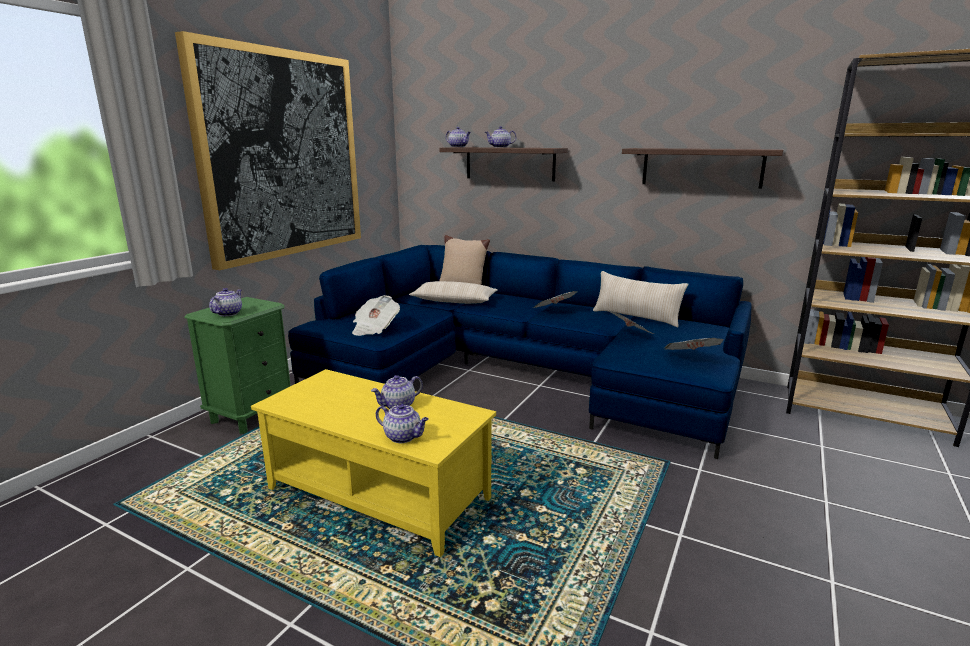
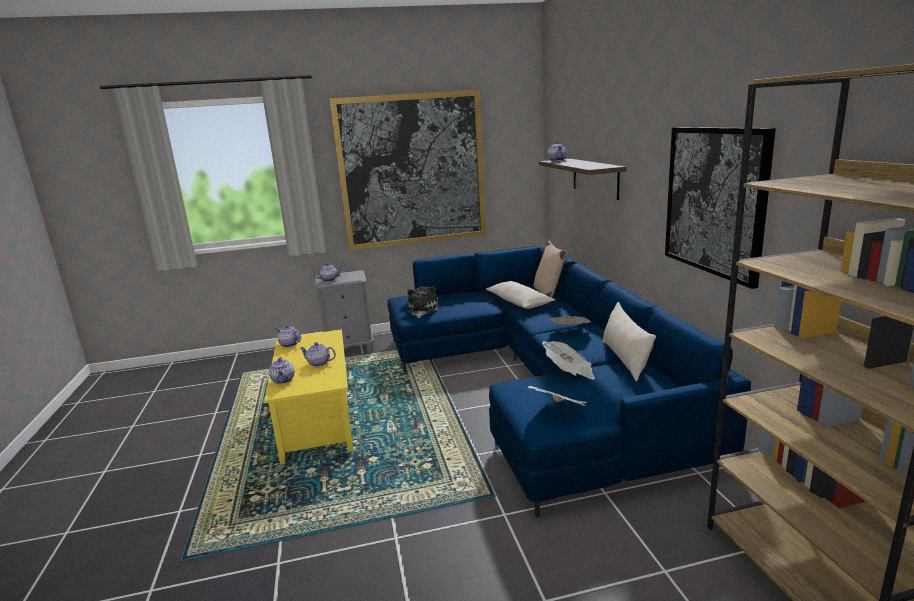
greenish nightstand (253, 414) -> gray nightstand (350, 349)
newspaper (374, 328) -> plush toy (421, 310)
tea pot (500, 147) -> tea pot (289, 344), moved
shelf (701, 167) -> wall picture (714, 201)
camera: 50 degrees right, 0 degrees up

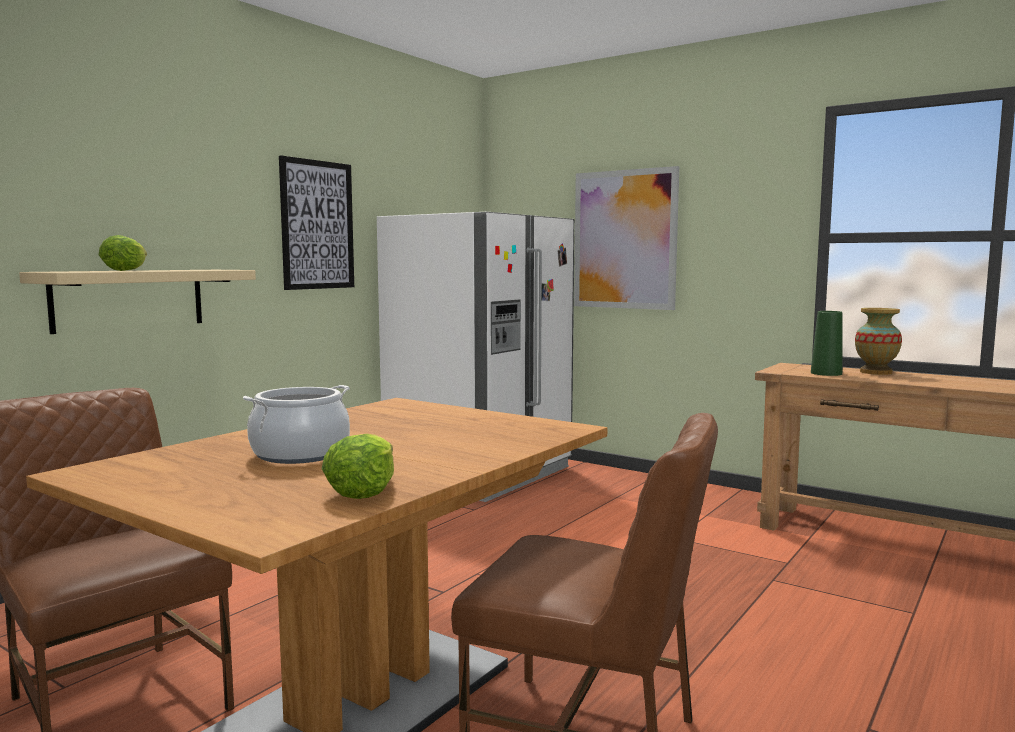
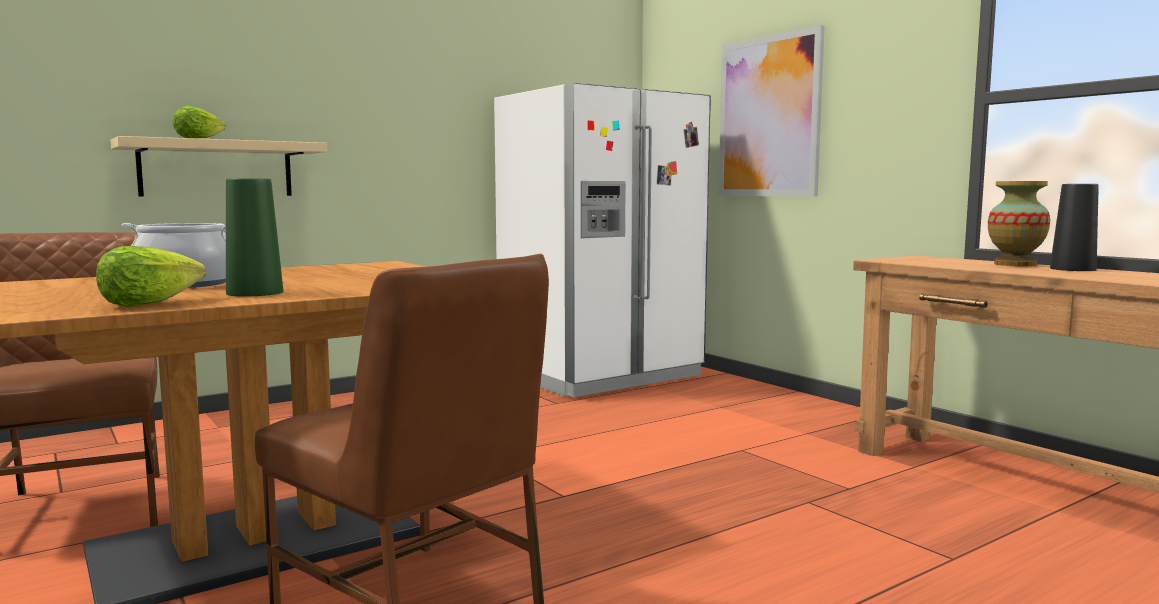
wall picture (317, 225) -> none
greenish vase (826, 373) -> greenish vase (255, 293), moved
none -> black-coloured vase (1072, 269)
camera: 20 degrees right, 0 degrees up

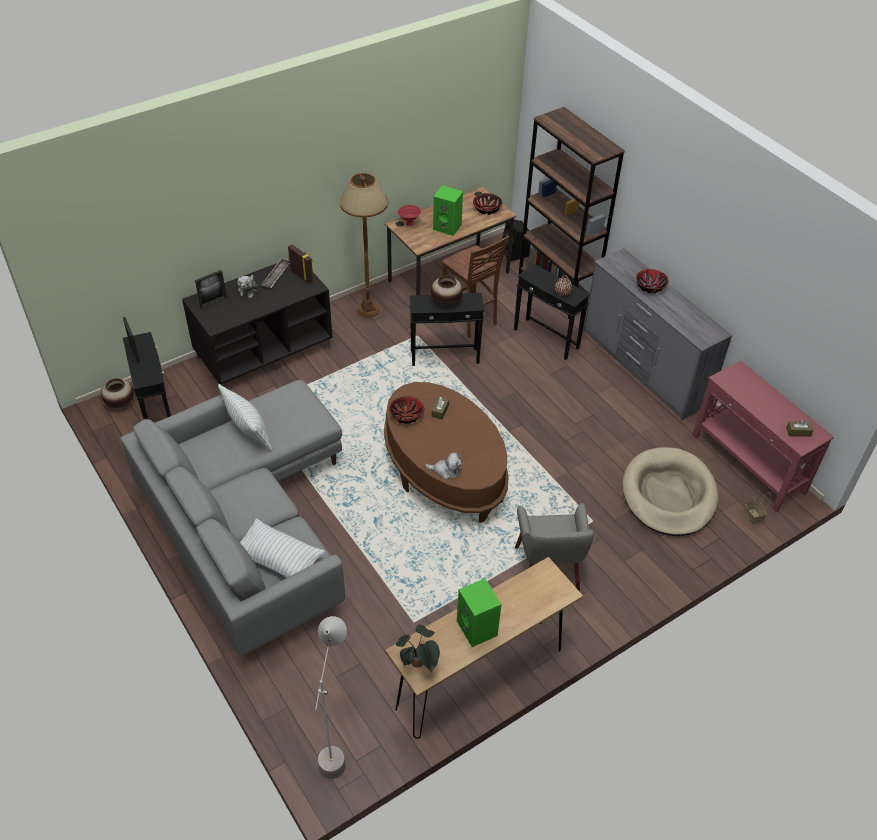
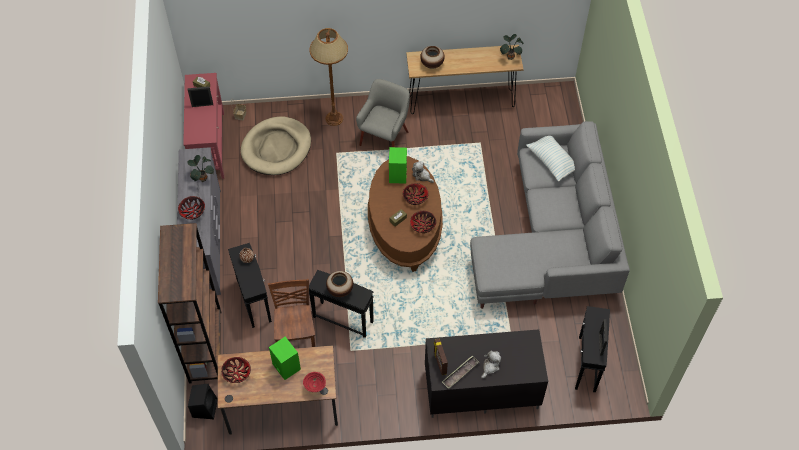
vase (120, 403) -> vase (432, 64), moved
standing frame (213, 303) -> standing frame (202, 105), moved
pillow (248, 430) -> none
gray floor lamp (336, 745) -> none
brown-coloured floor lamp (367, 310) -> brown-coloured floor lamp (334, 119), moved
greenish audio speaker (478, 629) -> greenish audio speaker (397, 174), moved
none -> houseplant (202, 178)
none -> serving bowl (415, 197)
camera: 150 degrees left, 10 degrees up

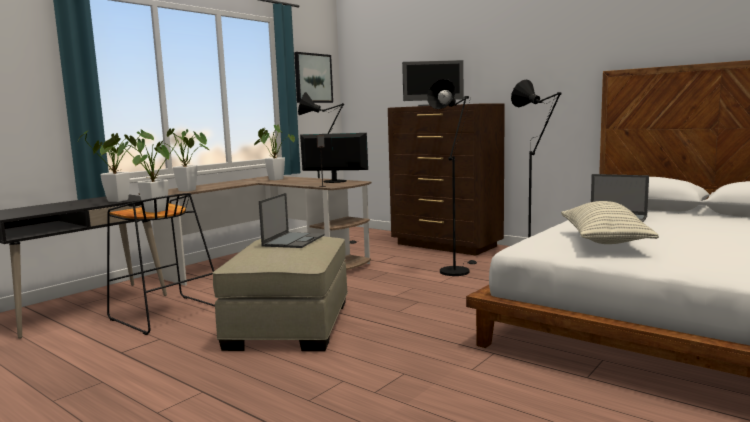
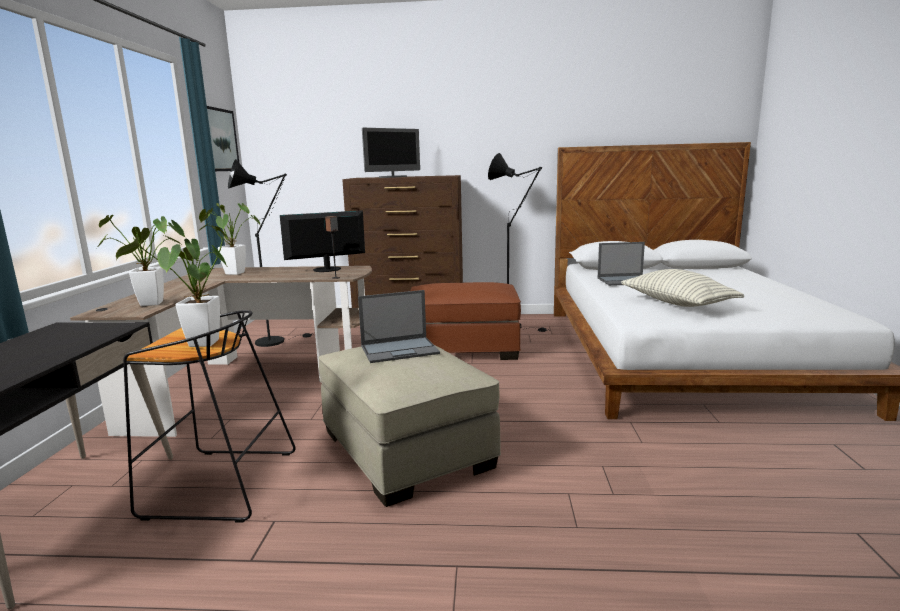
houseplant (121, 200) -> none
notebook computer (294, 240) -> notebook computer (400, 350), 90 degrees clockwise
black-coloured floor lamp (456, 270) -> brown-coloured pouffe (464, 347)
camera: 35 degrees left, 5 degrees up

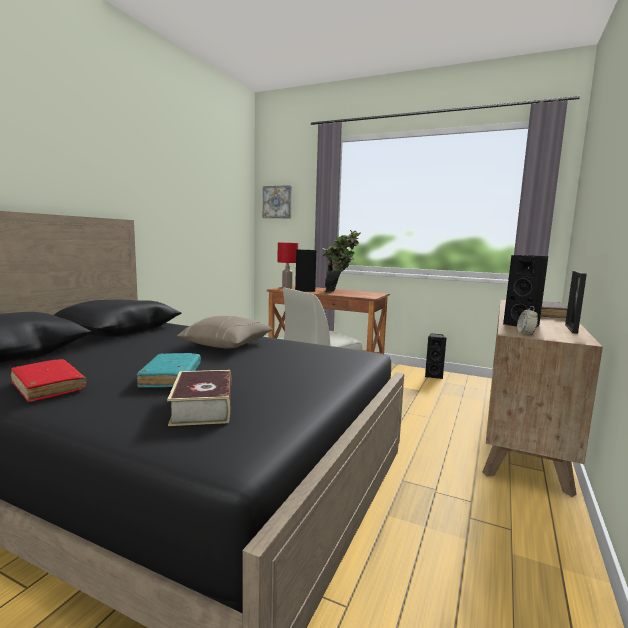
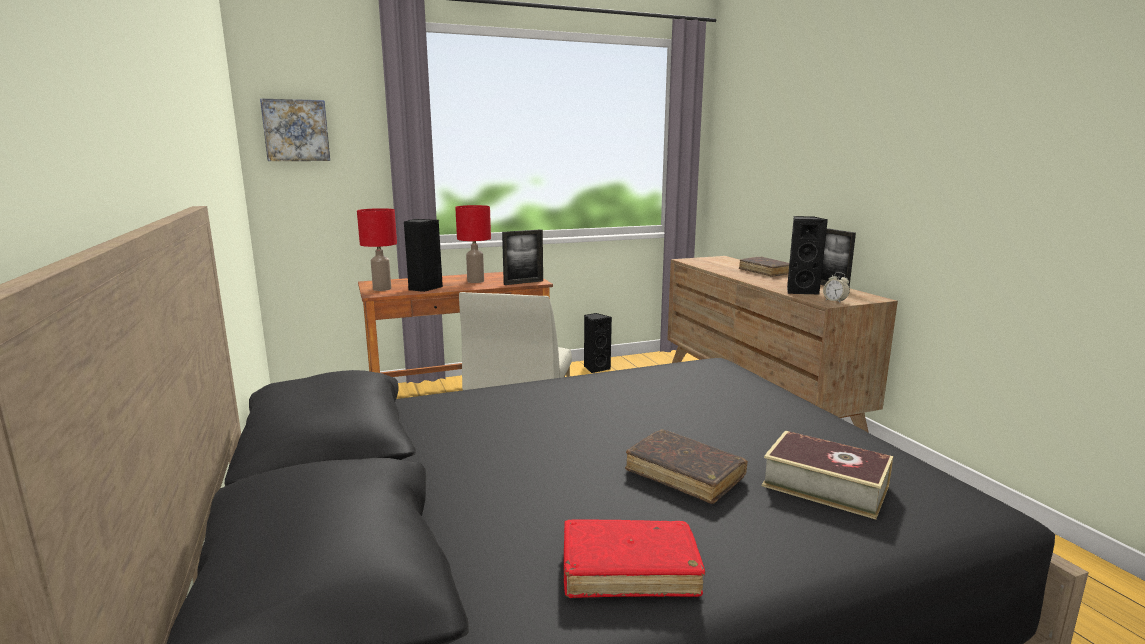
turquoise-coloured volume (171, 377) -> brown-coloured volume (684, 475)
beige-coloured pillow (227, 345) -> none
houseplant (339, 292) -> red-coloured tabletop lamp (476, 281)
none -> standing frame (523, 282)
camera: 45 degrees left, 5 degrees up

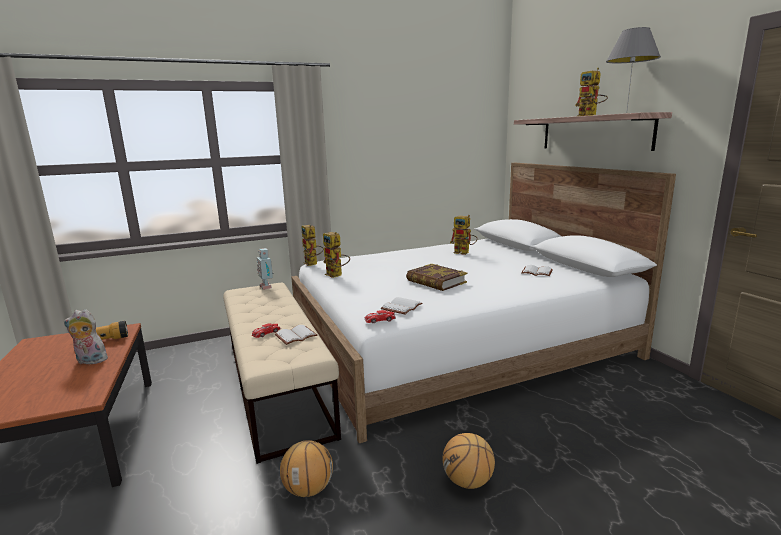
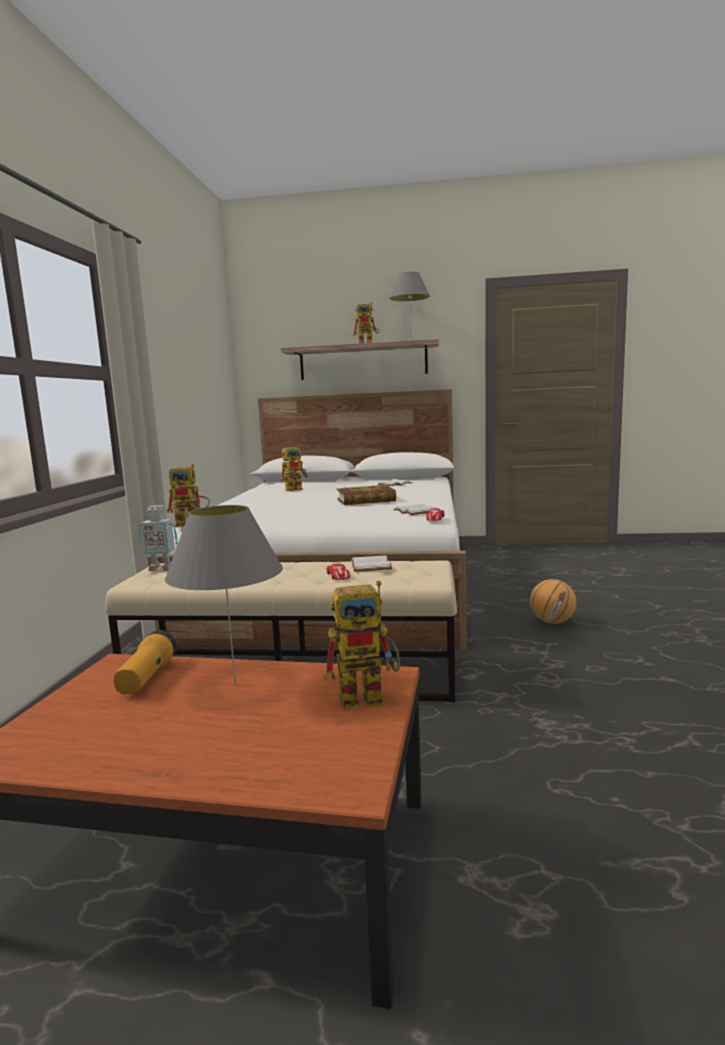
plush toy (90, 361) -> gray tabletop lamp (234, 683)
basketball ball (308, 489) -> none
toy robot (337, 275) -> toy robot (370, 696), moved
camera: 60 degrees left, 5 degrees down

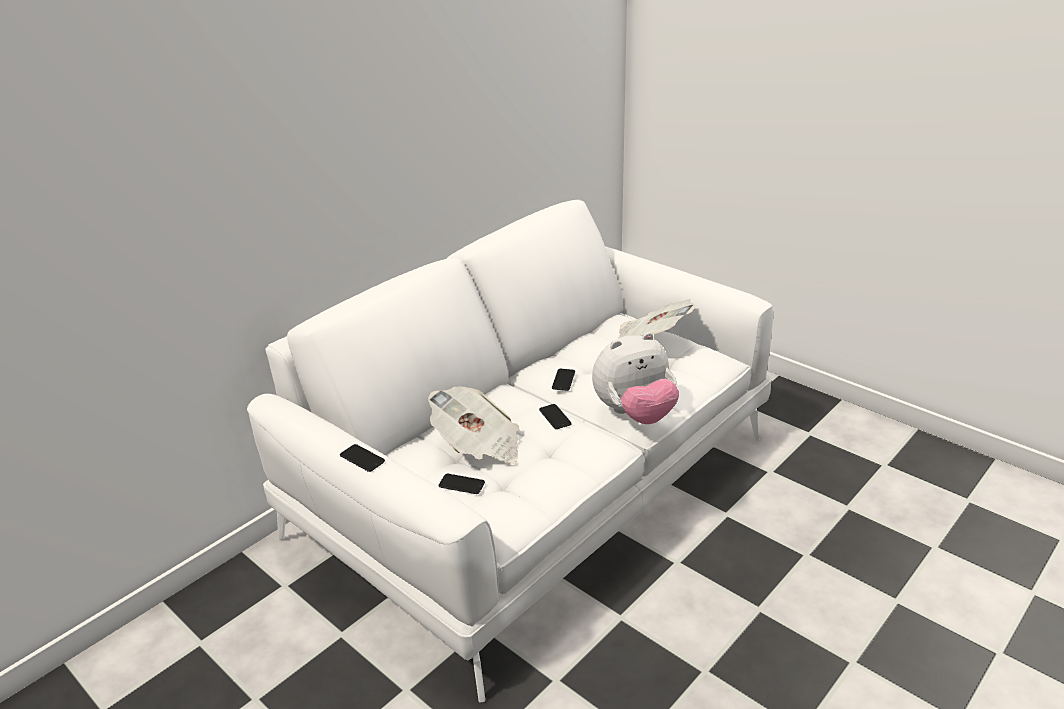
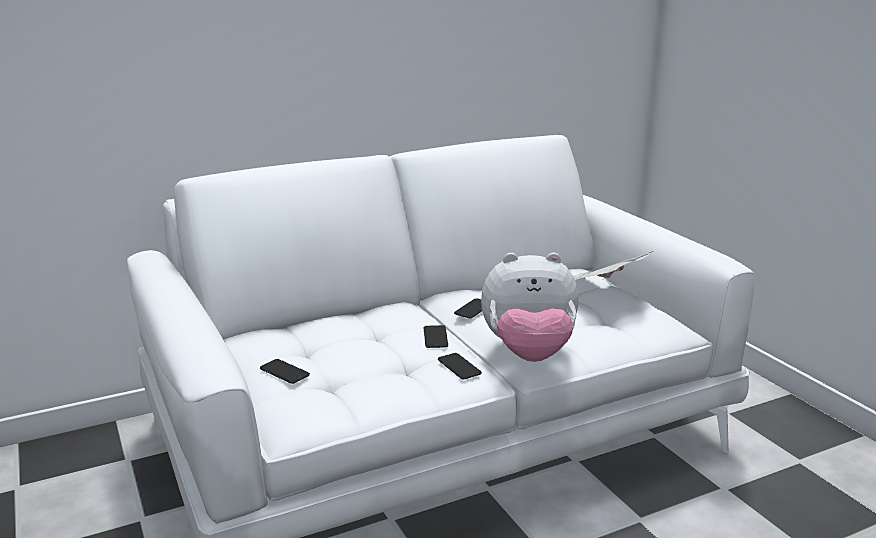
handset (362, 458) -> handset (459, 367), moved
newspaper (478, 445) -> none
camera: 20 degrees right, 10 degrees down

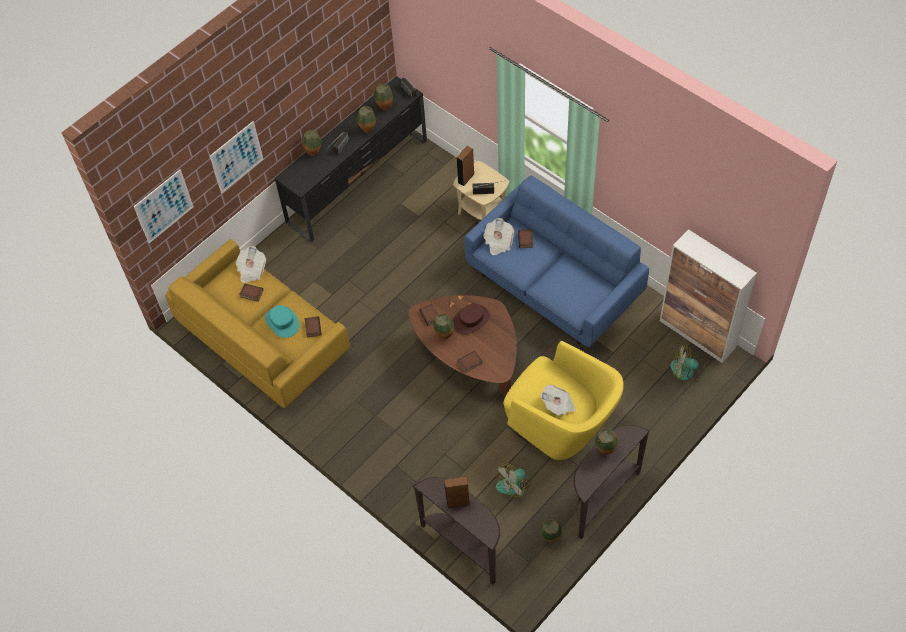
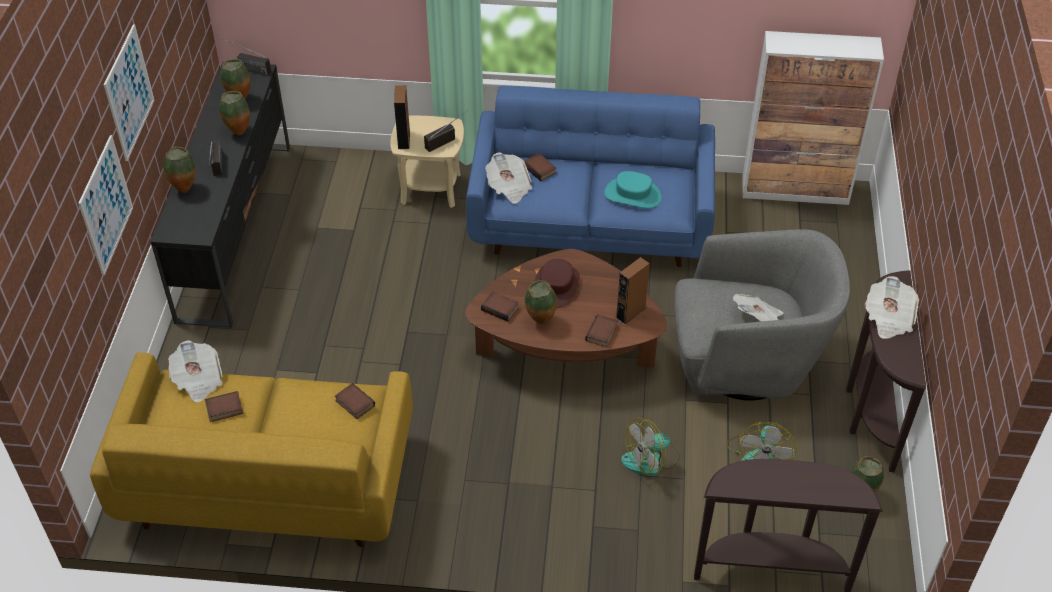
wall picture (164, 206) -> wall picture (129, 92), moved
turquoise-coloured clothing hat (282, 322) -> turquoise-coloured clothing hat (633, 194), moved
brown-coloured audio speaker (457, 502) -> brown-coloured audio speaker (630, 313), moved
yellow-coloured armchair (561, 426) -> gray armchair (747, 362)
vase (605, 451) -> newspaper (888, 318)
fan (687, 371) -> fan (651, 459), moved
camera: 40 degrees left, 10 degrees down

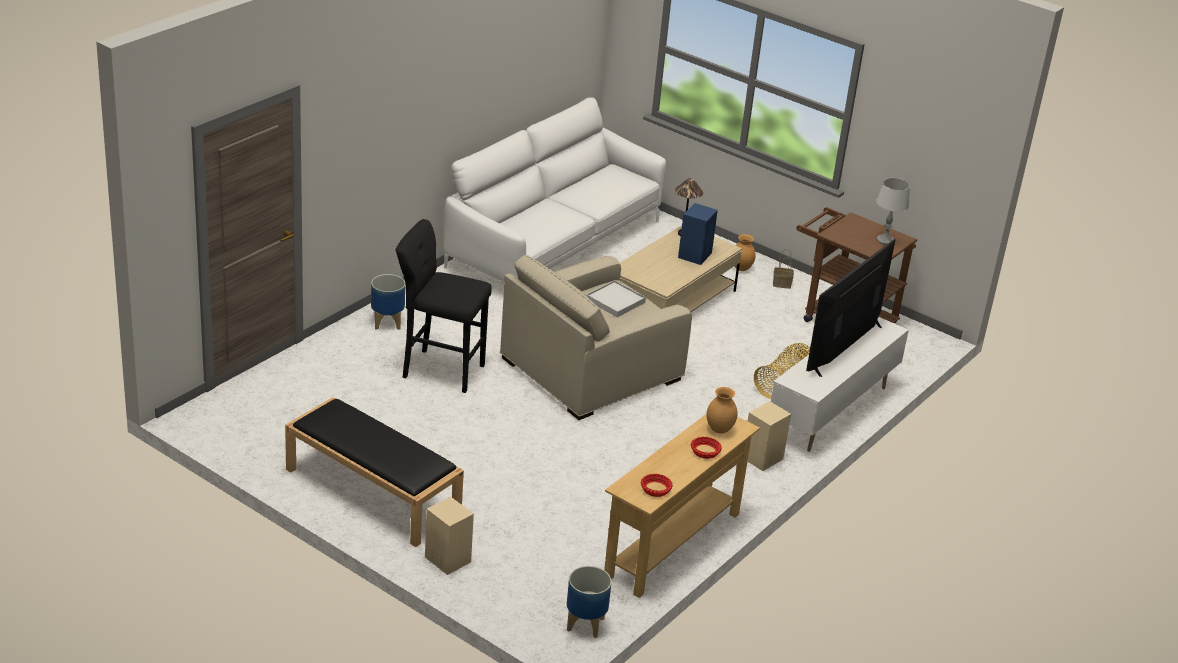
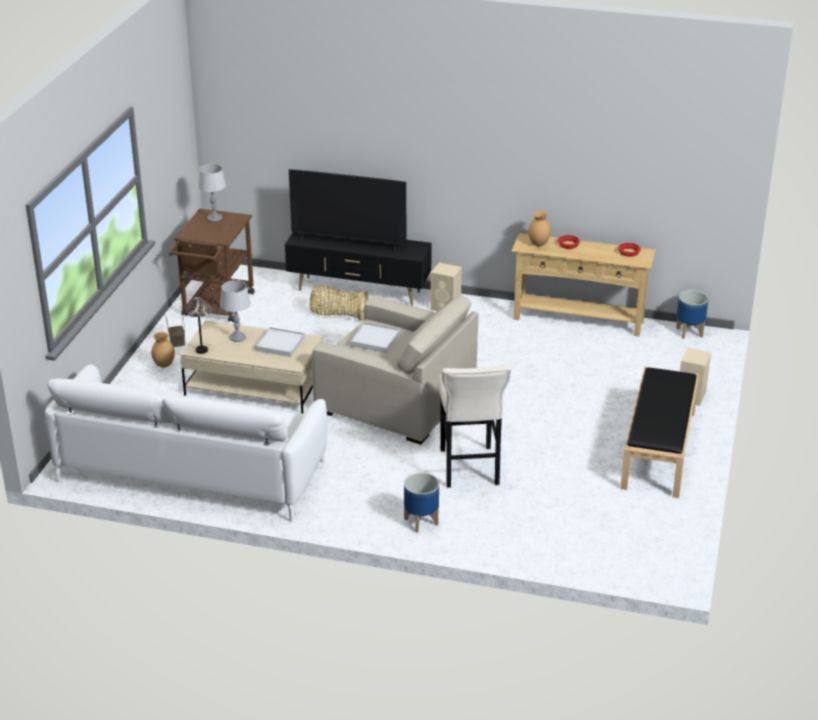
black-coloured sitting stool (439, 370) -> beige-coloured sitting stool (469, 469)
bluish audio speaker (695, 255) -> gray tabletop lamp (237, 337)
white tv unit (831, 412) -> black-coloured tv unit (359, 292)
none -> white tray (280, 344)
camera: 110 degrees left, 0 degrees up

